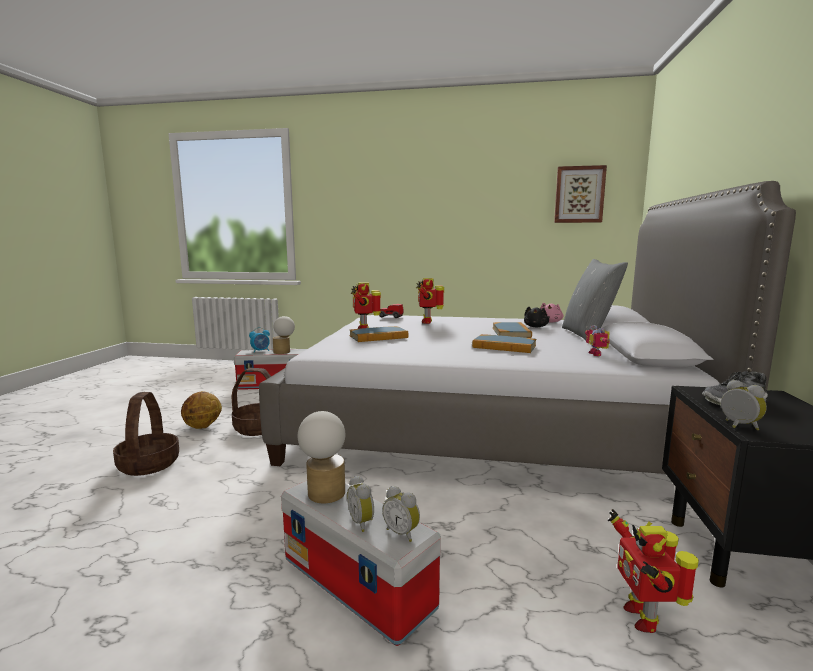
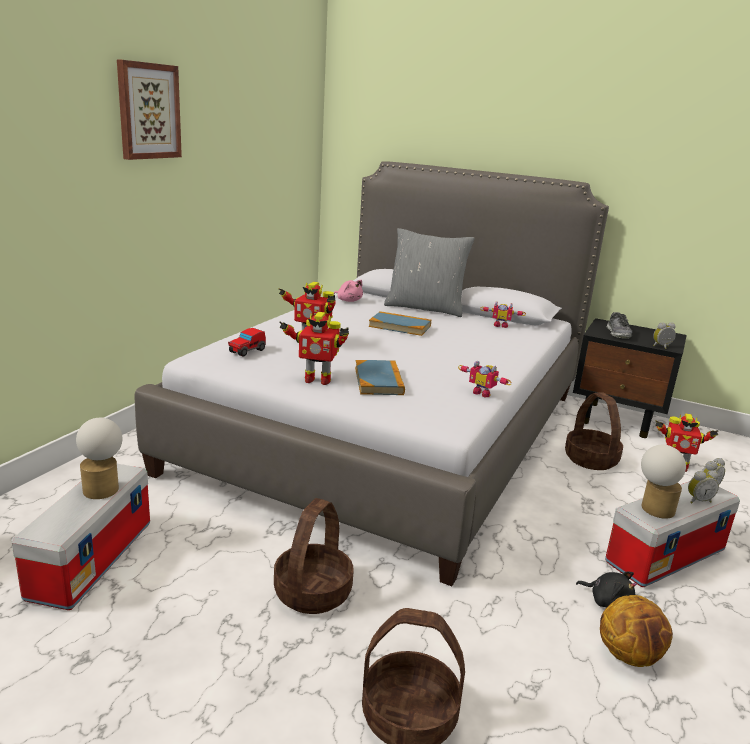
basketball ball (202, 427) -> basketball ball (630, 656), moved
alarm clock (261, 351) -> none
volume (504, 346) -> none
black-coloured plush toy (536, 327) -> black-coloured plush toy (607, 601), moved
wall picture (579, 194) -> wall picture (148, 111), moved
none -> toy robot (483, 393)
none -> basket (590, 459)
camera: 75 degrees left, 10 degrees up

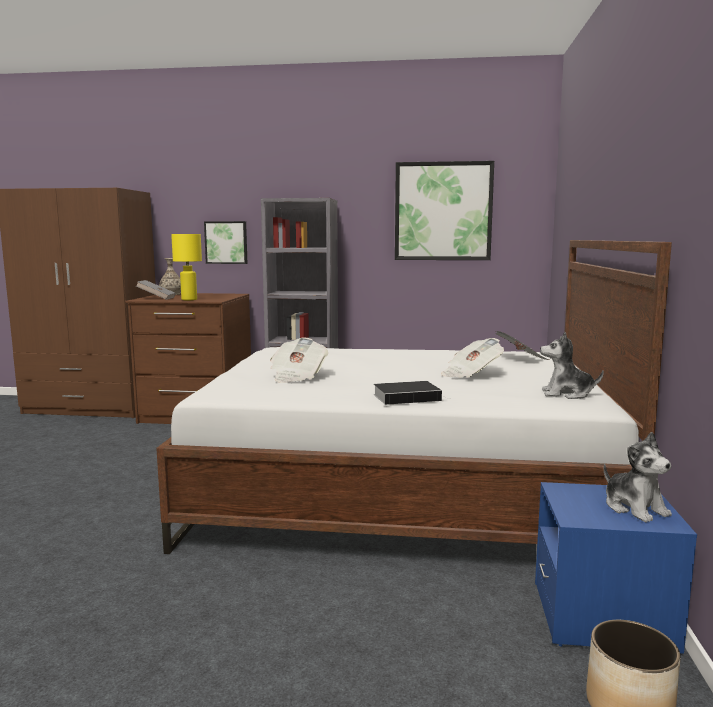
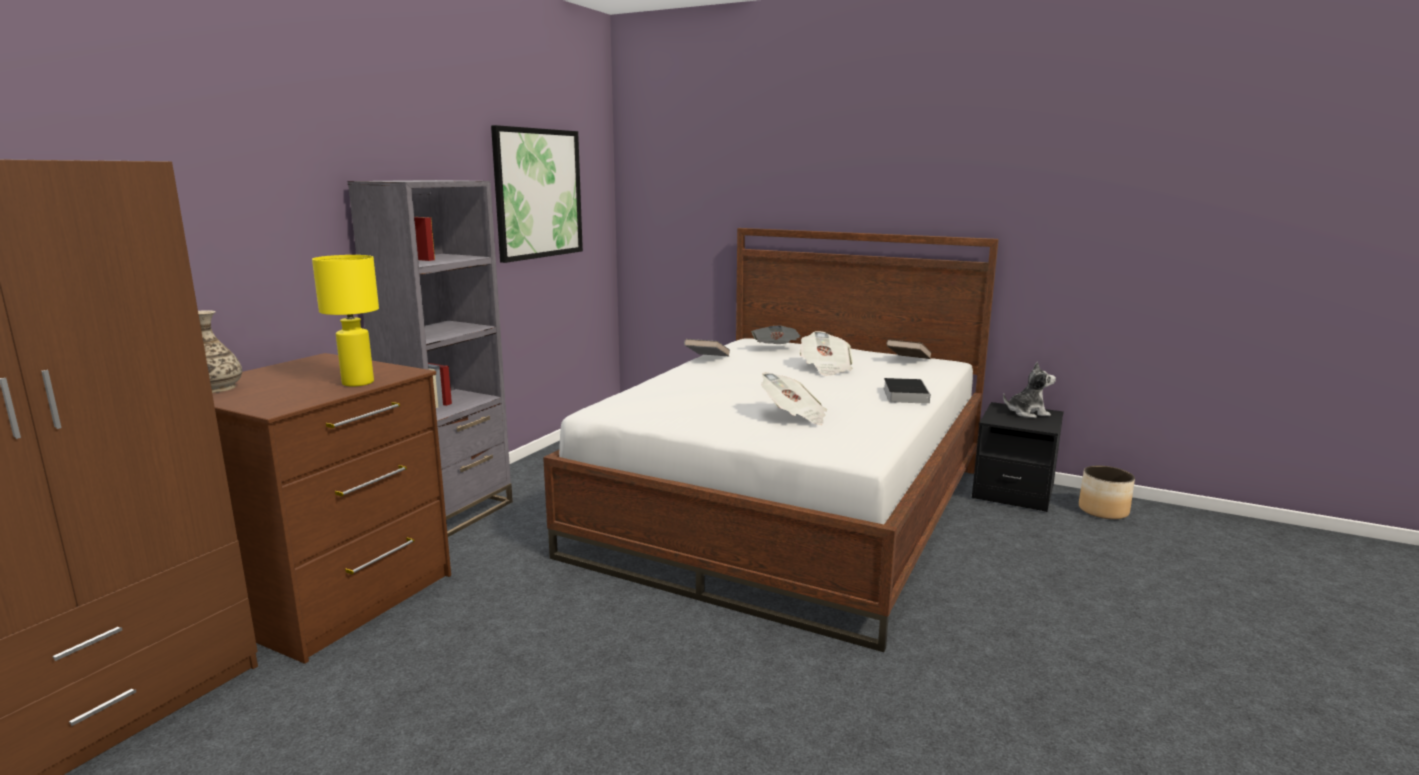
gray volume (156, 298) -> gray volume (707, 359), moved
wall picture (226, 242) -> none
bluish nightstand (602, 617) -> black-coloured nightstand (1013, 492)
plush toy (567, 394) -> brown-coloured volume (908, 360)
camera: 70 degrees left, 5 degrees up

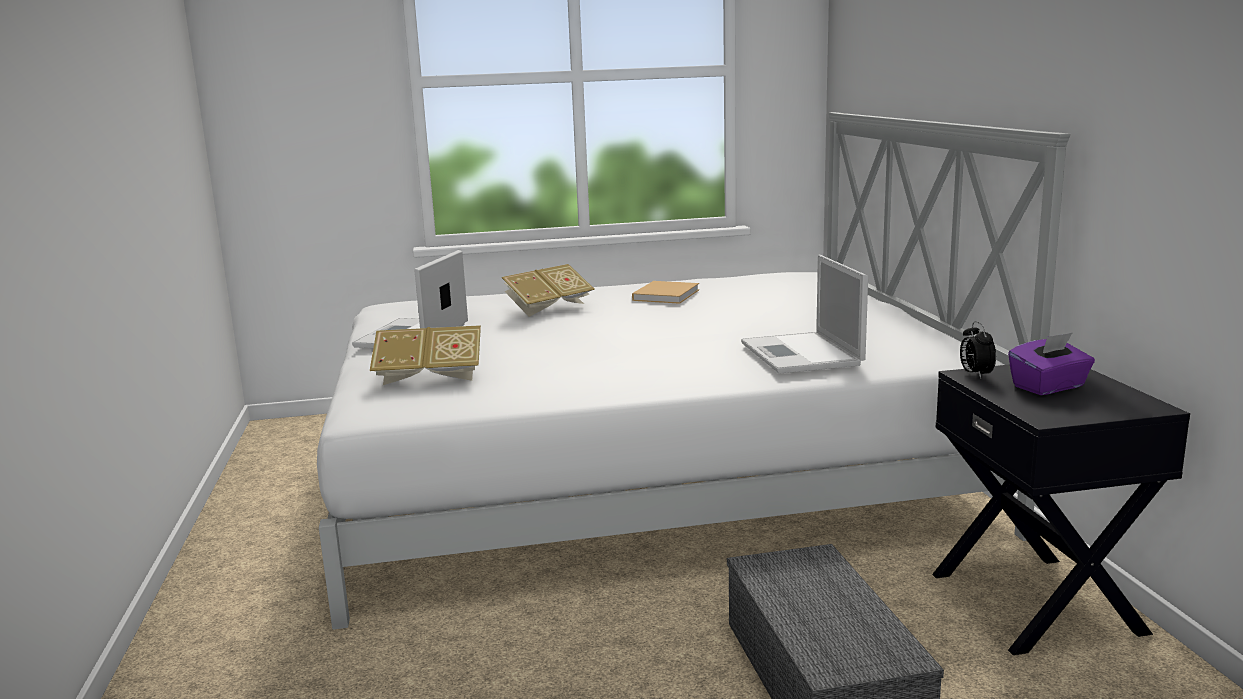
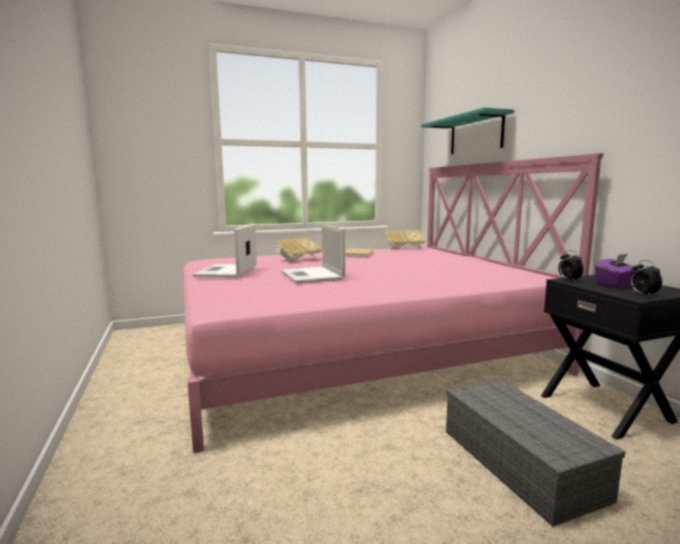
white bed (645, 474) -> pink-coloured bed (355, 350)
volume (429, 377) -> volume (404, 247), moved
notebook computer (802, 354) -> notebook computer (312, 276), moved
none -> turquoise-coloured shelf (476, 135)
none -> alarm clock (642, 295)
camera: 10 degrees left, 5 degrees down

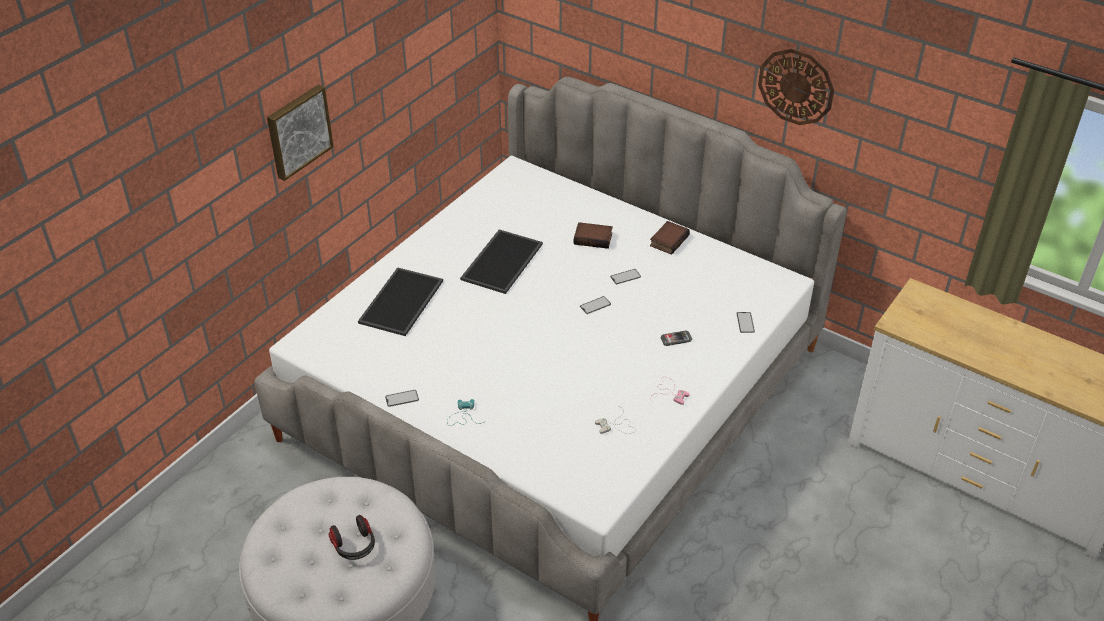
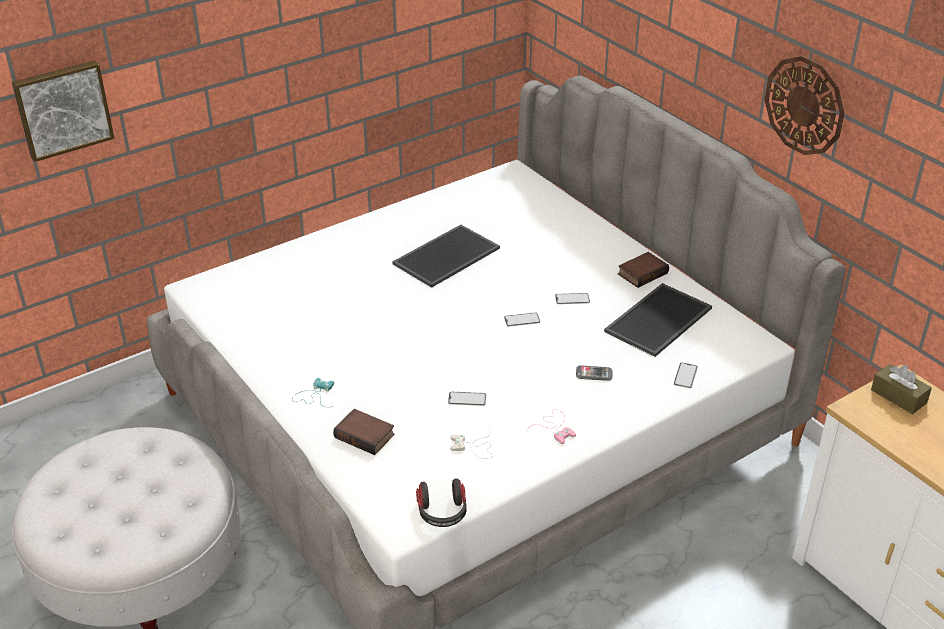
wall picture (298, 131) -> wall picture (63, 109), moved
headset (354, 546) -> headset (442, 513), moved
tray (402, 302) -> tray (659, 321), moved
handset (402, 398) -> handset (467, 399), moved
volume (593, 238) -> volume (366, 435), moved
none -> brown-coloured box of tissues (898, 396)
camera: 20 degrees right, 5 degrees down

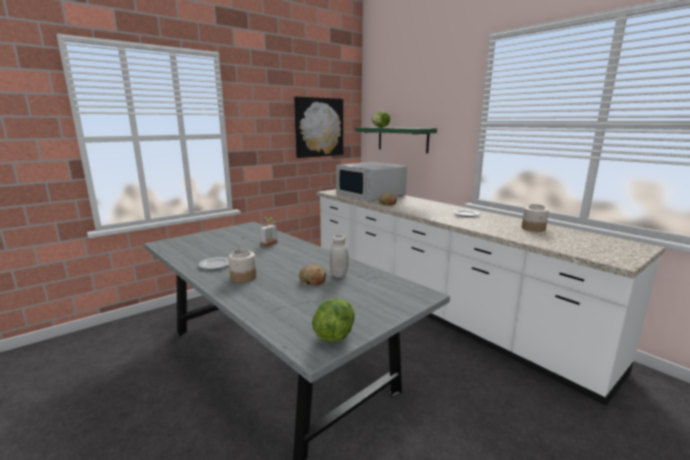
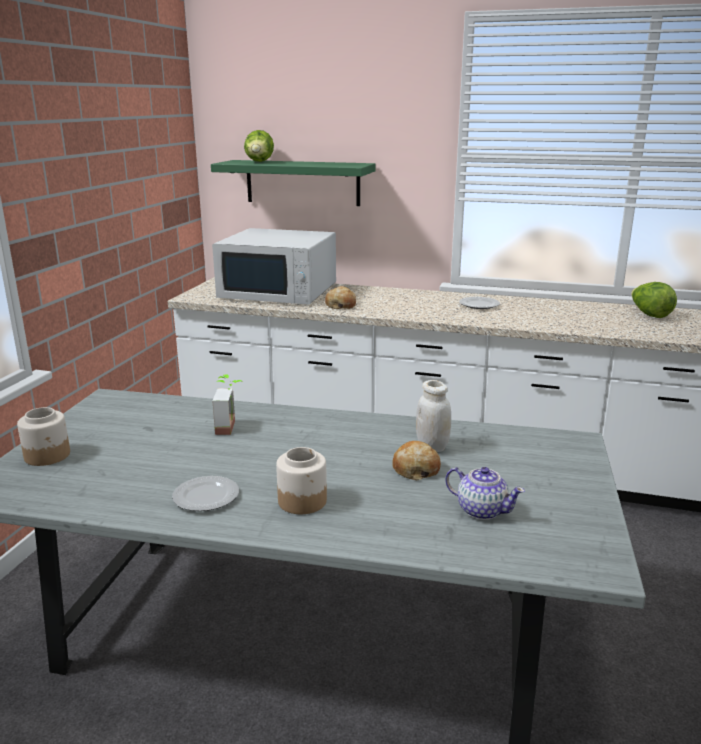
wall picture (319, 127) -> none
lettuce (335, 334) -> lettuce (649, 315), moved
preserve jar (533, 228) -> preserve jar (48, 455), moved
none -> tea pot (481, 510)
camera: 35 degrees left, 5 degrees up

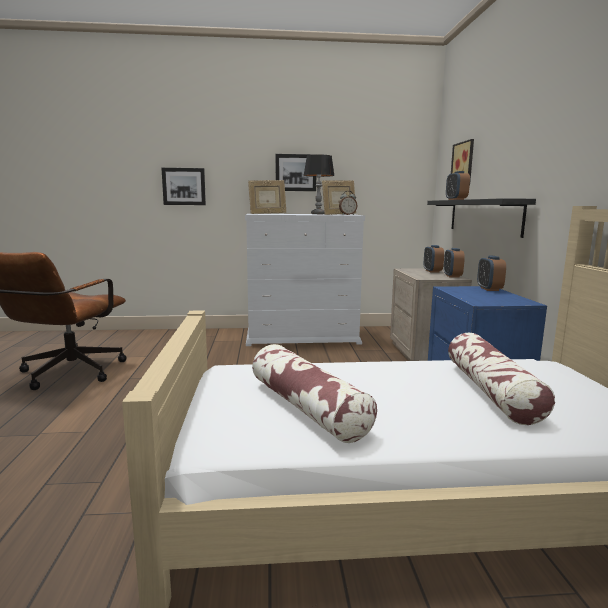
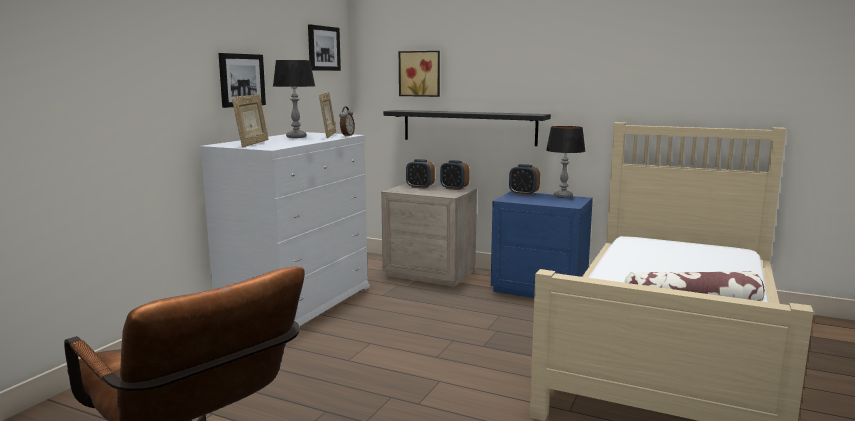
wall picture (184, 186) -> wall picture (323, 48), moved
alarm clock (456, 199) -> none
pillow (491, 391) -> none
none -> tabletop lamp (563, 196)
camera: 60 degrees left, 0 degrees up

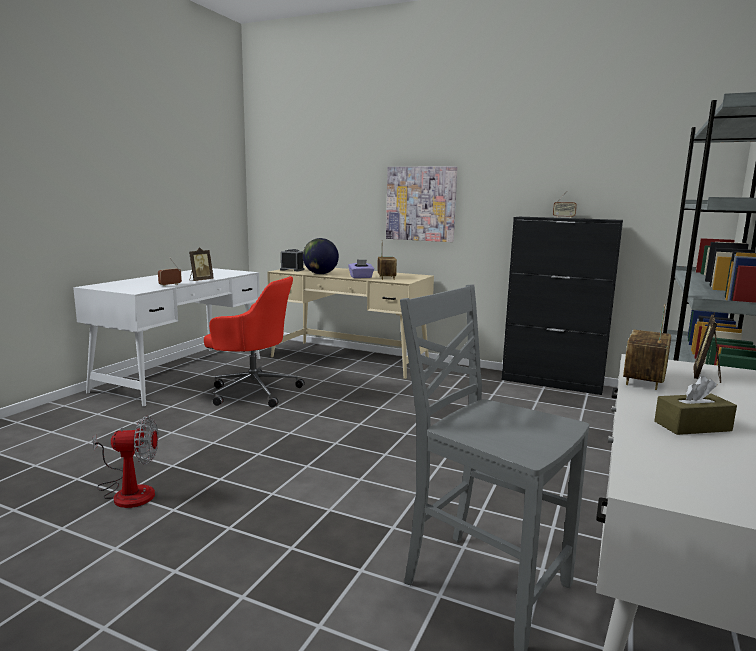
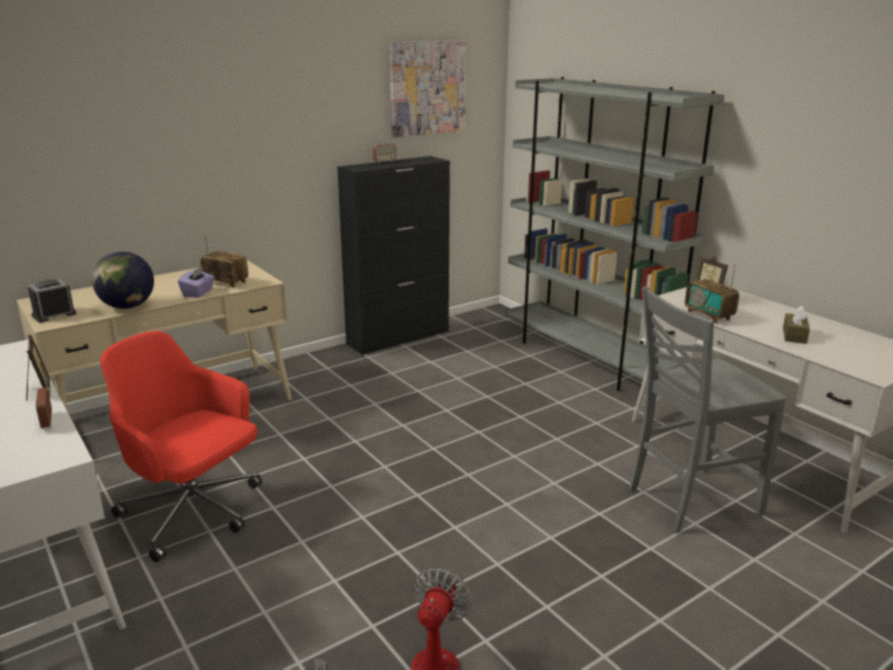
red-coloured desk chair (253, 391) -> red-coloured desk chair (194, 512), 105 degrees counterclockwise
wall picture (421, 204) -> wall picture (427, 88), moved
camera: 60 degrees left, 10 degrees up

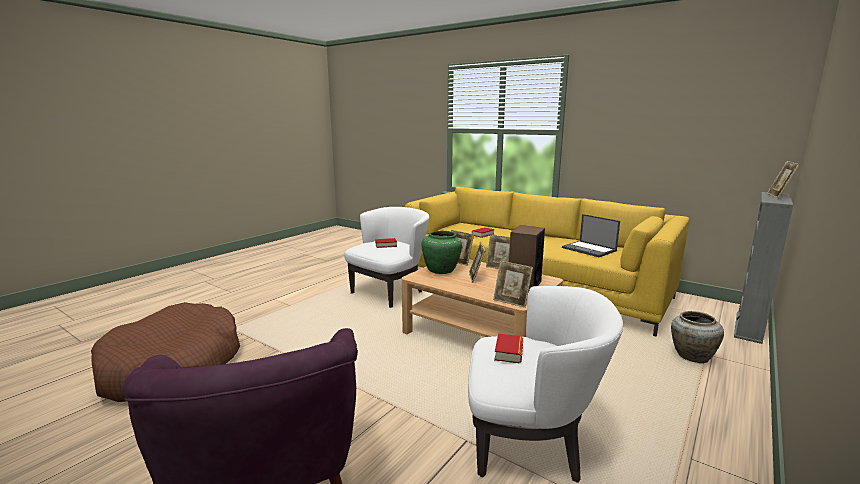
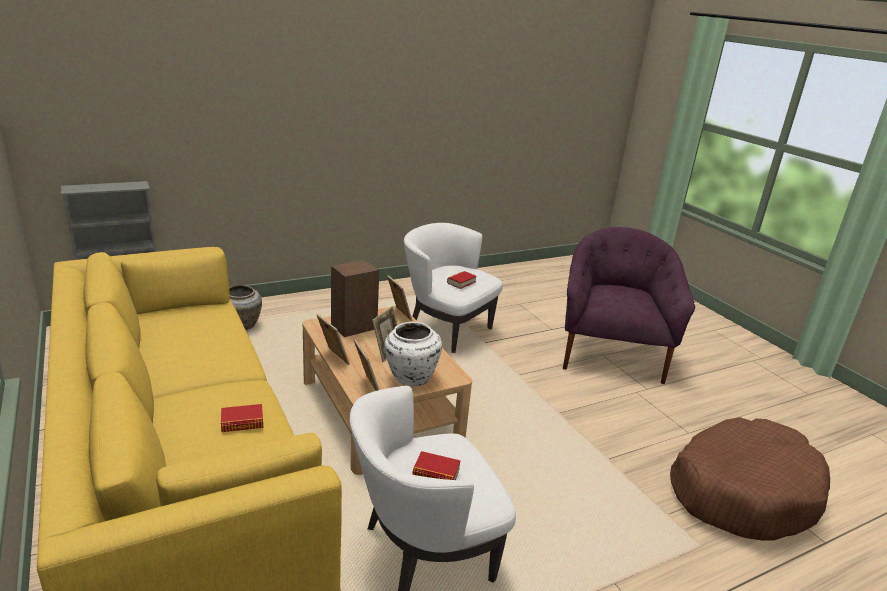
greenish vase (442, 270) -> white vase (410, 377)
notebook computer (589, 249) -> none
standing frame (778, 196) -> none
camera: 155 degrees left, 10 degrees up

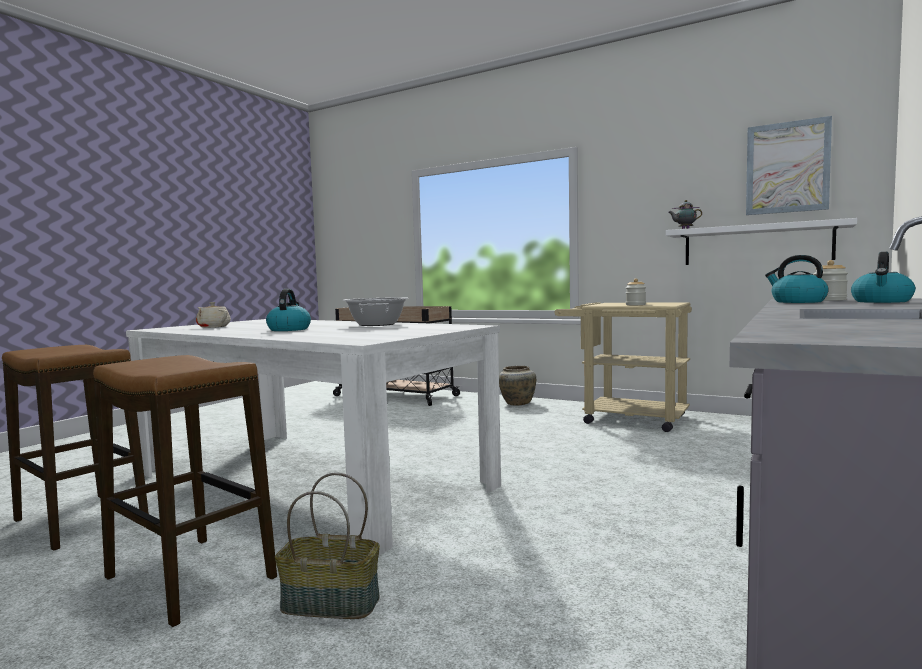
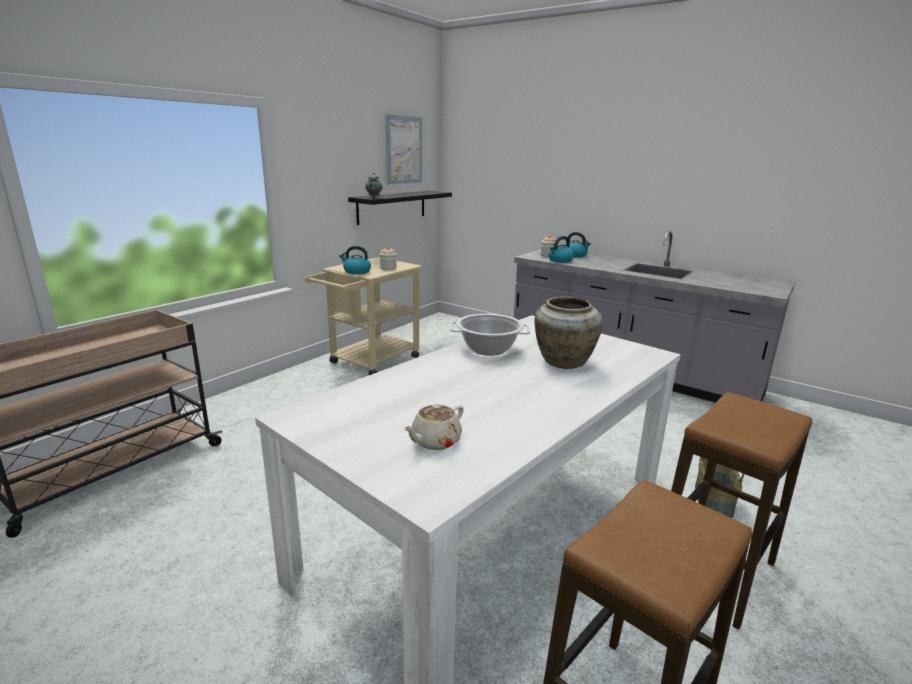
kettle (289, 329) -> kettle (356, 272), moved
beige-coloured vase (517, 403) -> beige-coloured vase (563, 362), moved
white shelf (756, 244) -> black-coloured shelf (392, 207)
camera: 85 degrees left, 15 degrees up

